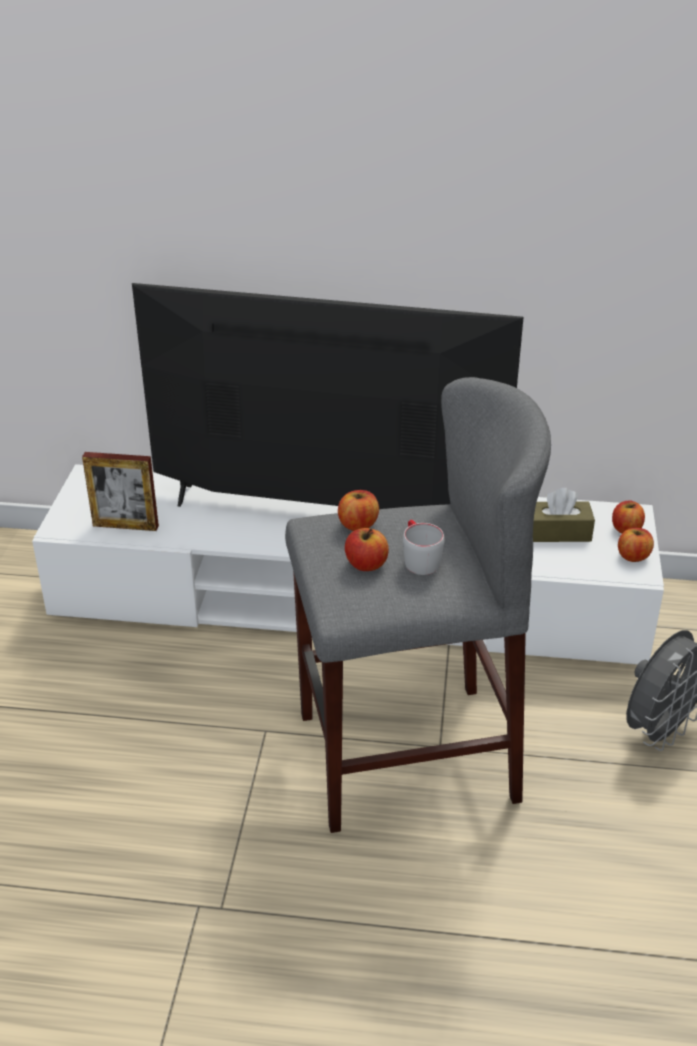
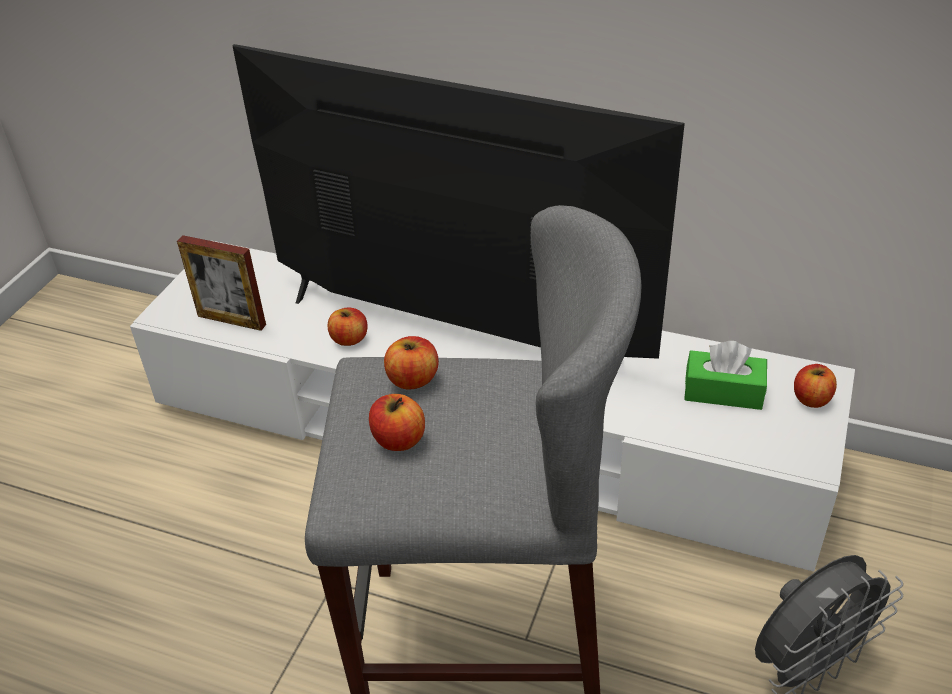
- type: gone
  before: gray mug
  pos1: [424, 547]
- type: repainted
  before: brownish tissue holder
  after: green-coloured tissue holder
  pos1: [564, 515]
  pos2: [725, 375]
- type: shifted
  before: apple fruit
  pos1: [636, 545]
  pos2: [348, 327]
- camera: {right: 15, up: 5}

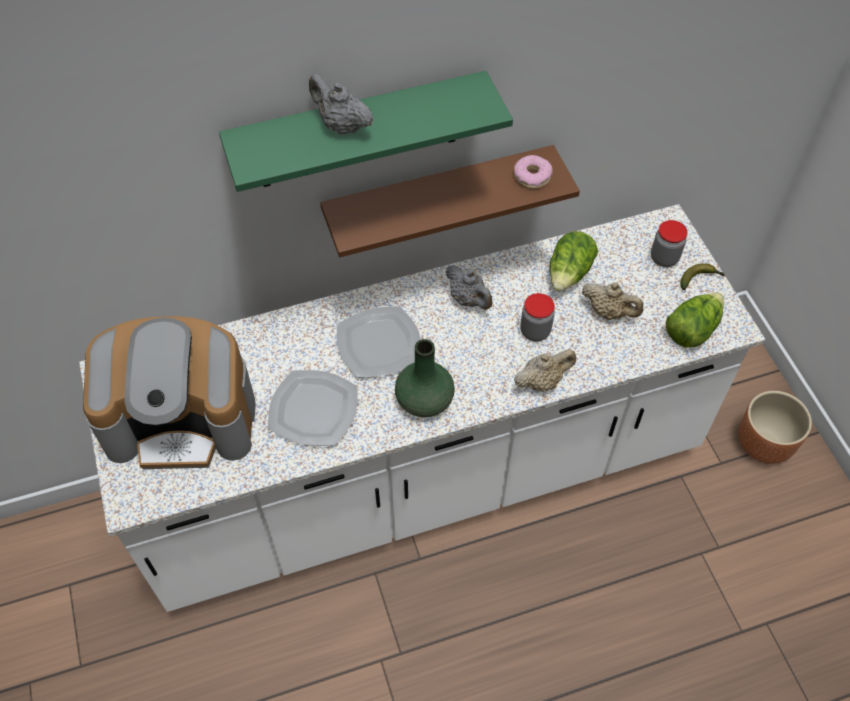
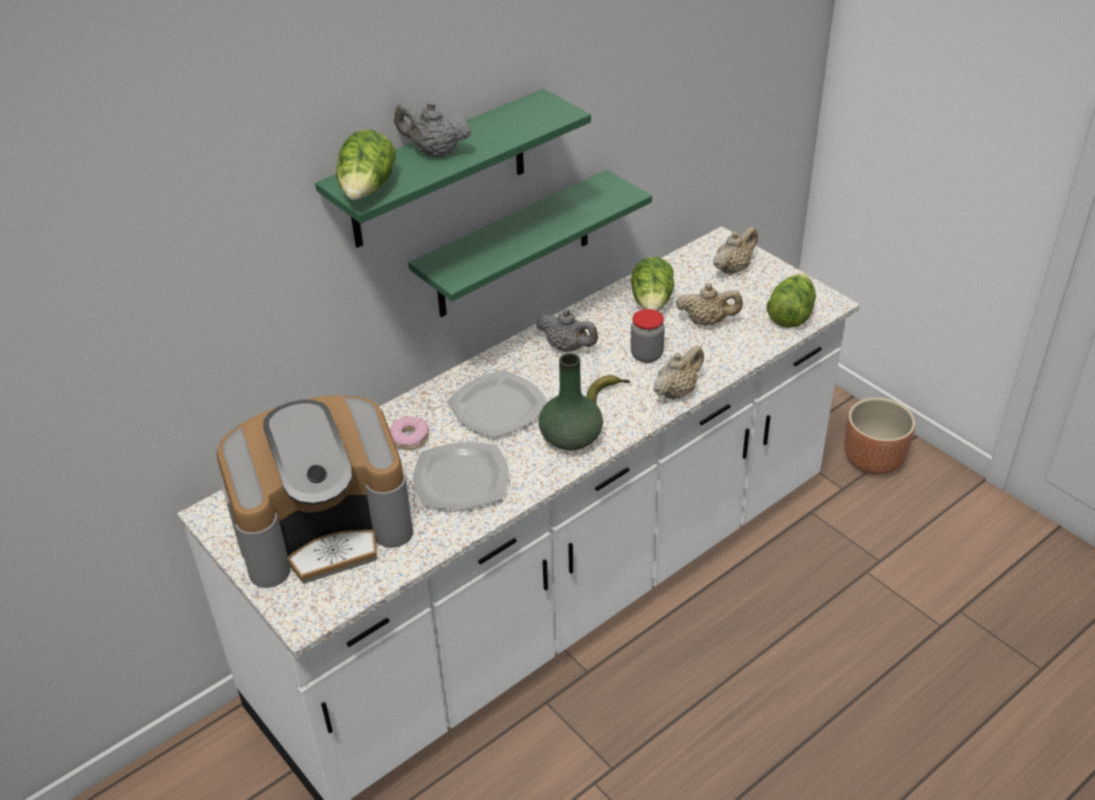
- type: repainted
  before: brownish wall shelf
  after: green-coloured wall shelf
  pos1: [450, 201]
  pos2: [530, 243]
- type: shifted
  before: ring doughnut
  pos1: [533, 172]
  pos2: [409, 433]
- type: swapped
  before: storage jar
  after: sand-coloured teapot
  pos1: [669, 243]
  pos2: [735, 251]
- type: shifted
  before: whole banana
  pos1: [702, 276]
  pos2: [608, 389]
- type: new
  after: lettuce
  pos2: [366, 165]
- camera: {right: -20, up: -15}

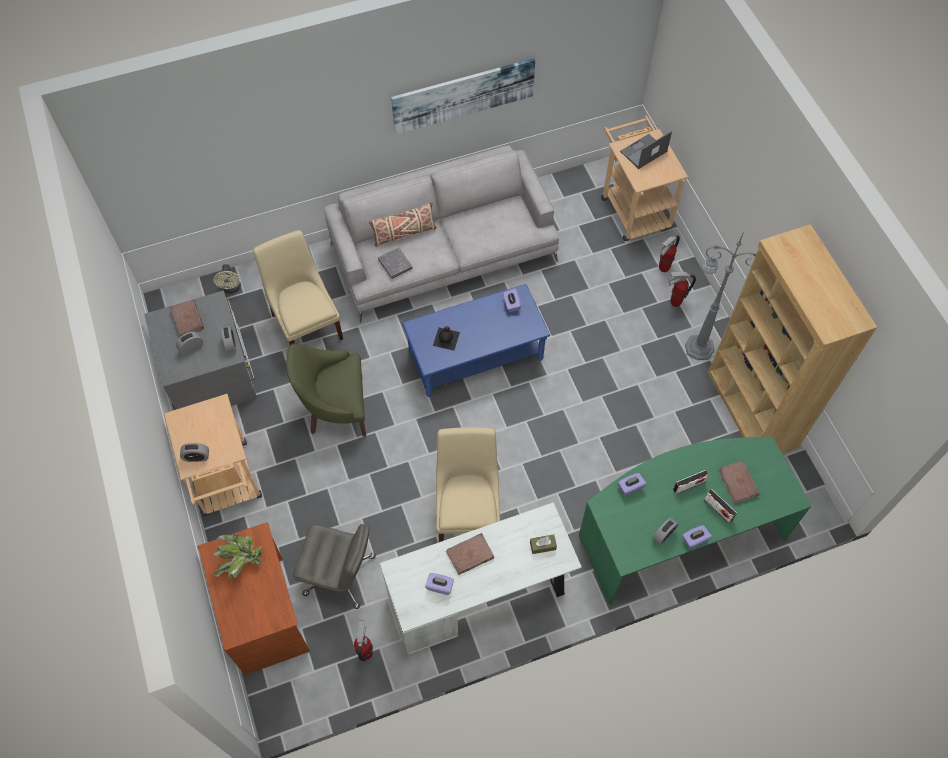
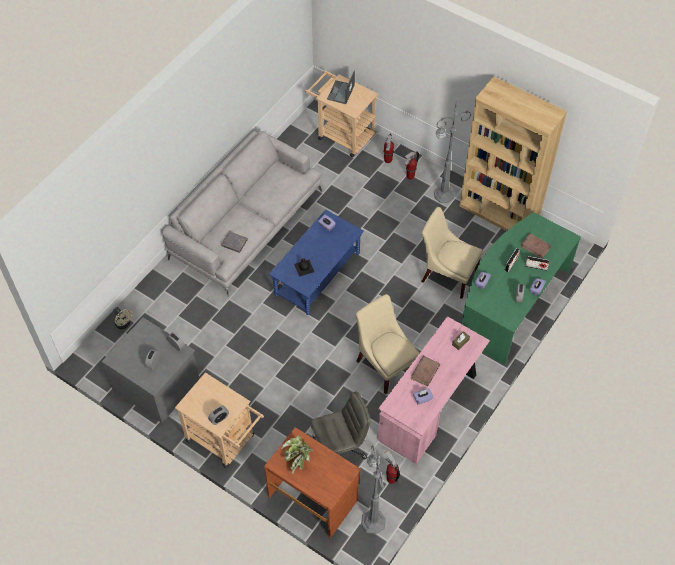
- type: gone
  before: brownish bound book
  pos1: [187, 318]
- type: shifted
  before: sand-coloured upright chair
  pos1: [298, 287]
  pos2: [452, 253]
- type: gone
  before: green-coloured armchair
  pos1: [326, 390]
- type: gone
  before: sand-coloured pillow
  pos1: [402, 224]
- type: repainted
  before: white desk table
  after: pinkish desk table
  pos1: [481, 578]
  pos2: [433, 390]
- type: gone
  before: picture
  pos1: [463, 96]
- type: new
  after: gray standing lamp
  pos2: [373, 489]
- camera: {right: -35, up: -5}

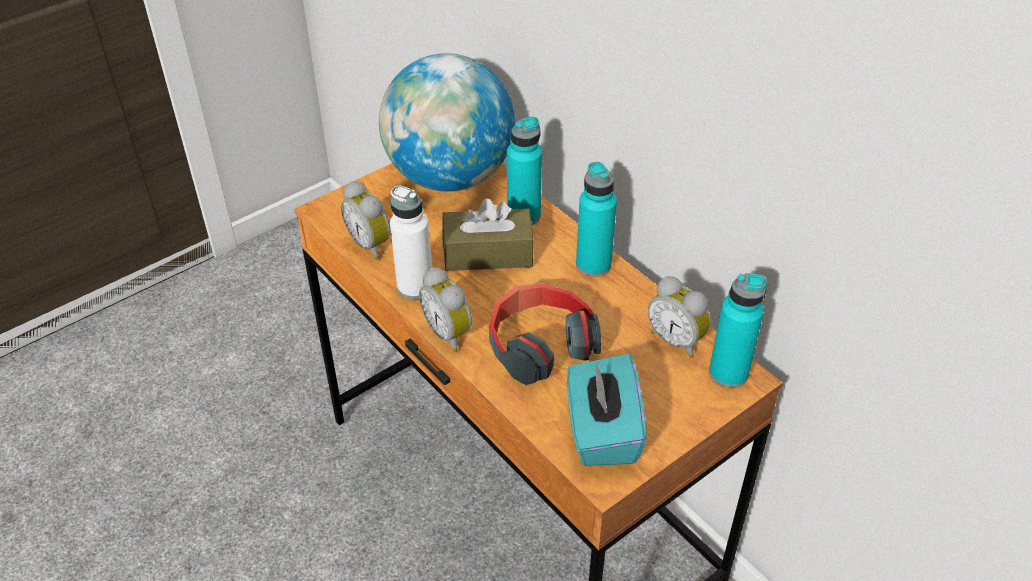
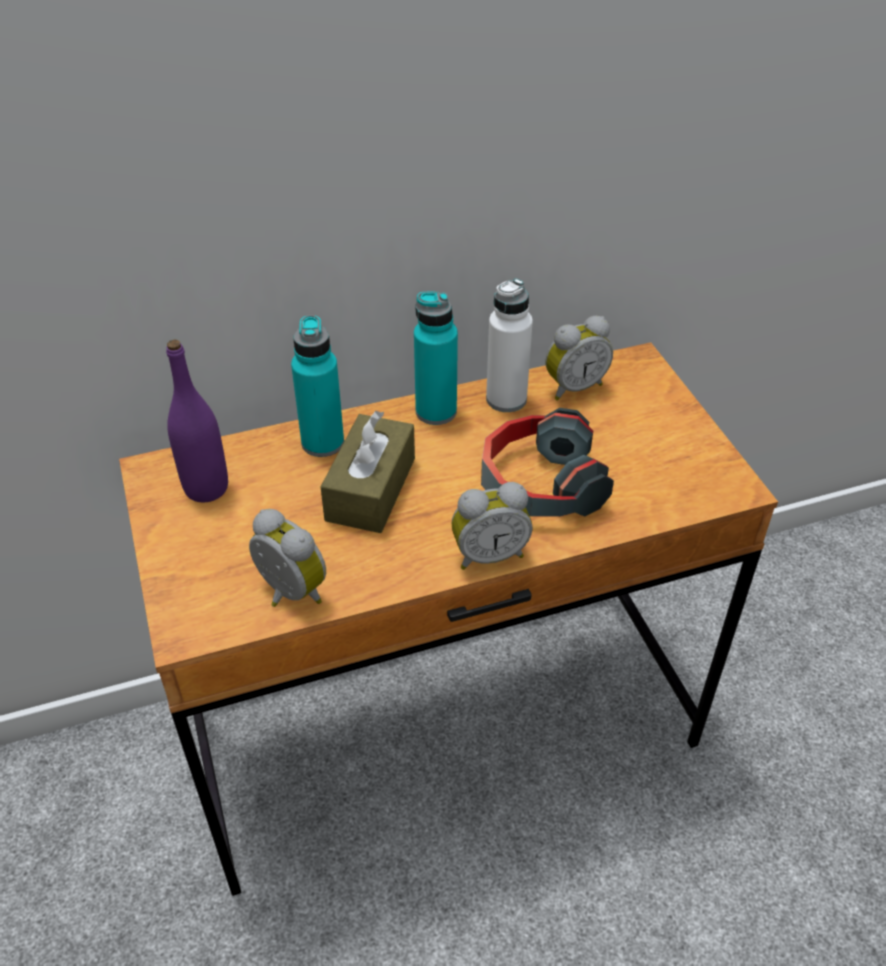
- type: rotated
  before: alarm clock
  pos1: [366, 220]
  pos2: [287, 558]
  turn: -120
- type: swapped
  before: desk globe
  after: purple-coloured drink bottle
  pos1: [447, 122]
  pos2: [197, 420]
- type: shifted
  before: white drink bottle
  pos1: [411, 242]
  pos2: [509, 345]
- type: gone
  before: turquoise tissue holder
  pos1: [607, 410]
- type: gone
  before: turquoise drink bottle
  pos1: [738, 330]
- camera: {right: -70, up: 0}

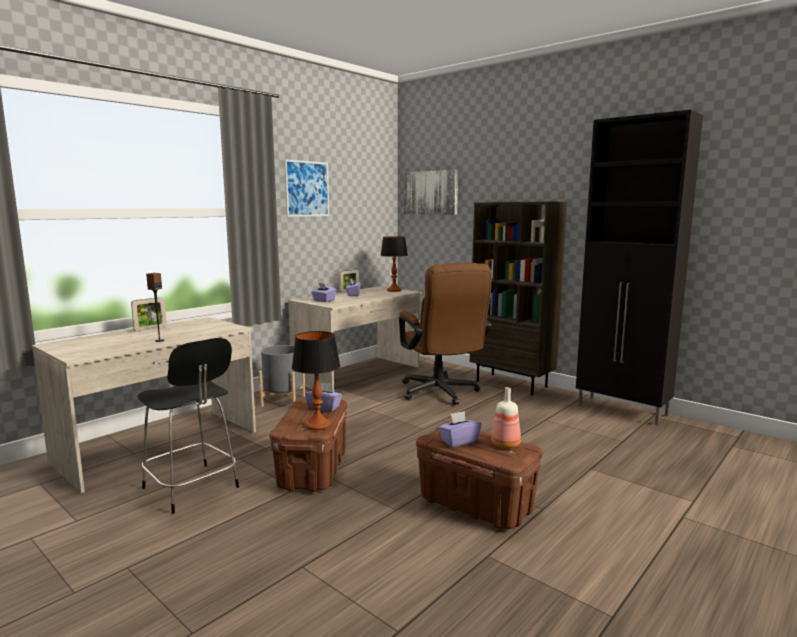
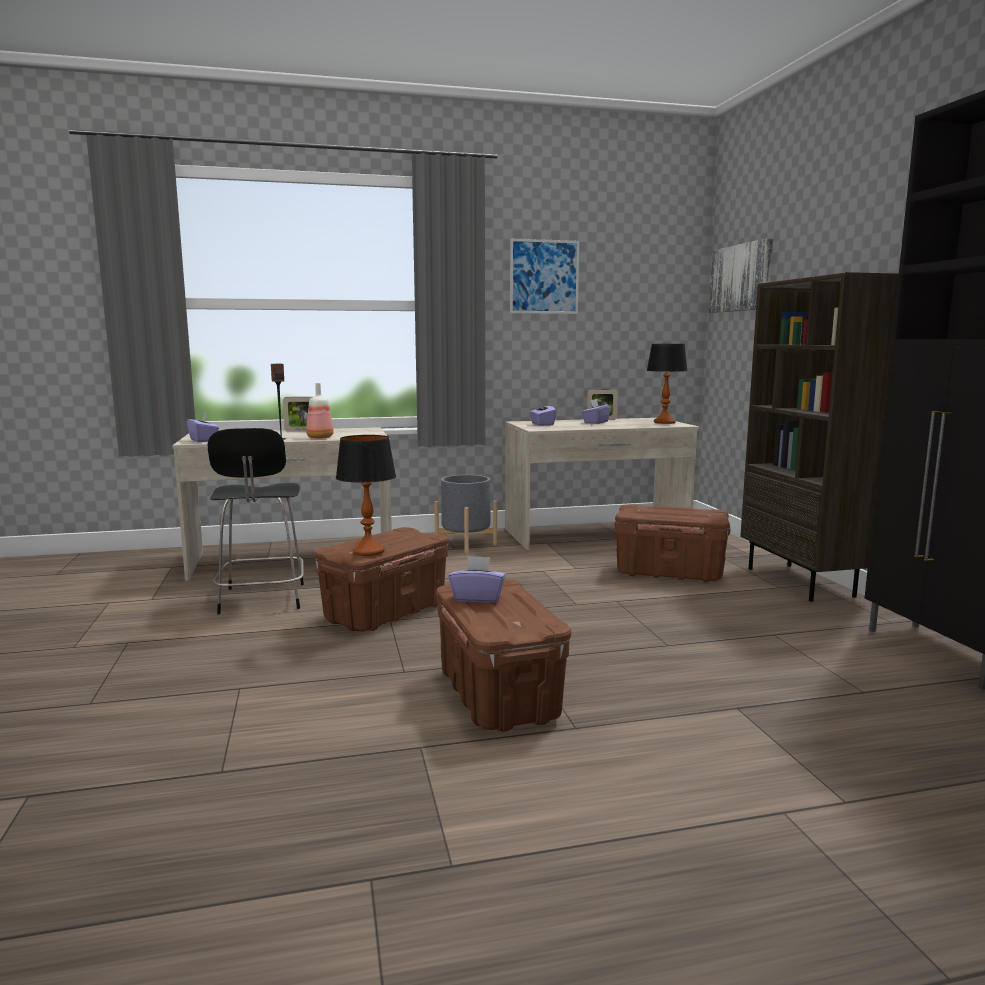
- type: shifted
  before: purple-coloured tissue holder
  pos1: [323, 397]
  pos2: [203, 427]
- type: swapped
  before: brownish office chair
  after: brownish storage bin
  pos1: [445, 334]
  pos2: [672, 543]
- type: shifted
  before: drink bottle
  pos1: [506, 418]
  pos2: [320, 411]
- camera: {right: 35, up: 0}

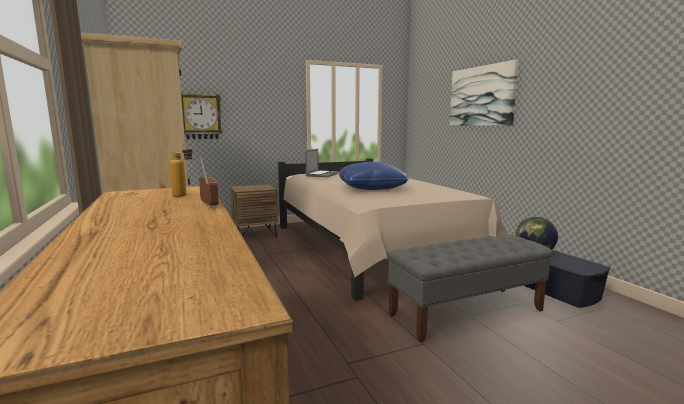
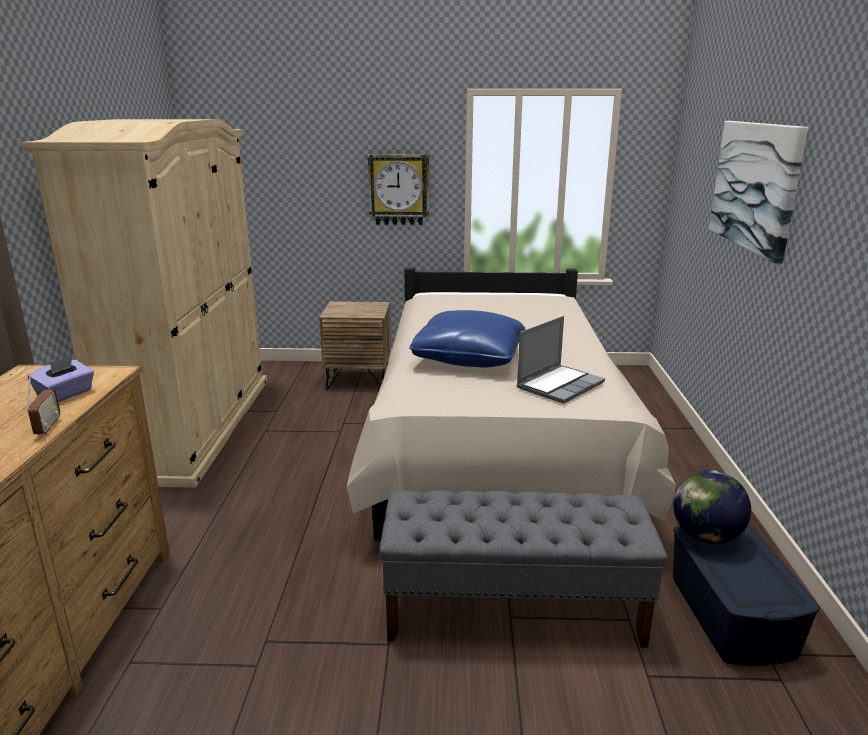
- type: swapped
  before: drink bottle
  after: purple-coloured tissue holder
  pos1: [181, 170]
  pos2: [61, 379]
- type: shifted
  before: hanging clock
  pos1: [202, 116]
  pos2: [398, 189]
- type: shifted
  before: notebook computer
  pos1: [322, 163]
  pos2: [561, 360]
- camera: {right: 25, up: 10}

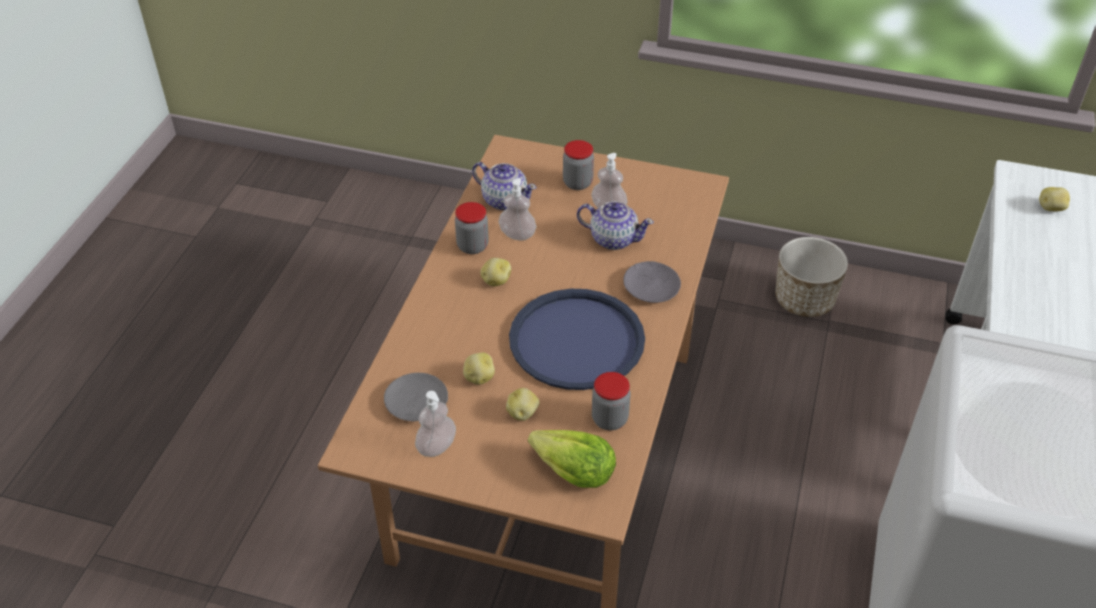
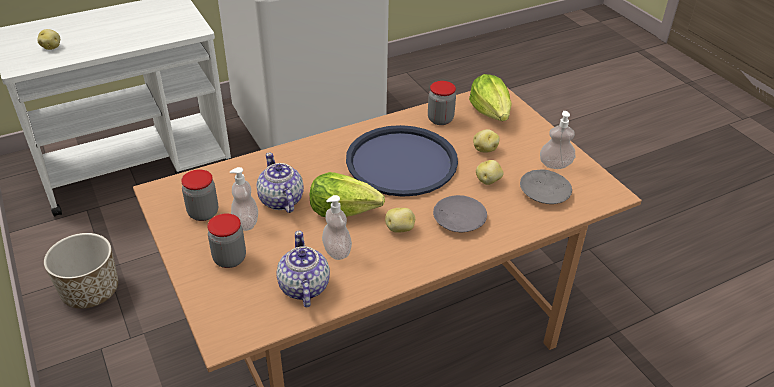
- type: shifted
  before: storage jar
  pos1: [472, 228]
  pos2: [199, 195]
- type: shifted
  before: gray dinner plate
  pos1: [652, 282]
  pos2: [460, 214]
- type: new
  after: lettuce
  pos2: [347, 194]
- camera: {right: -135, up: -5}

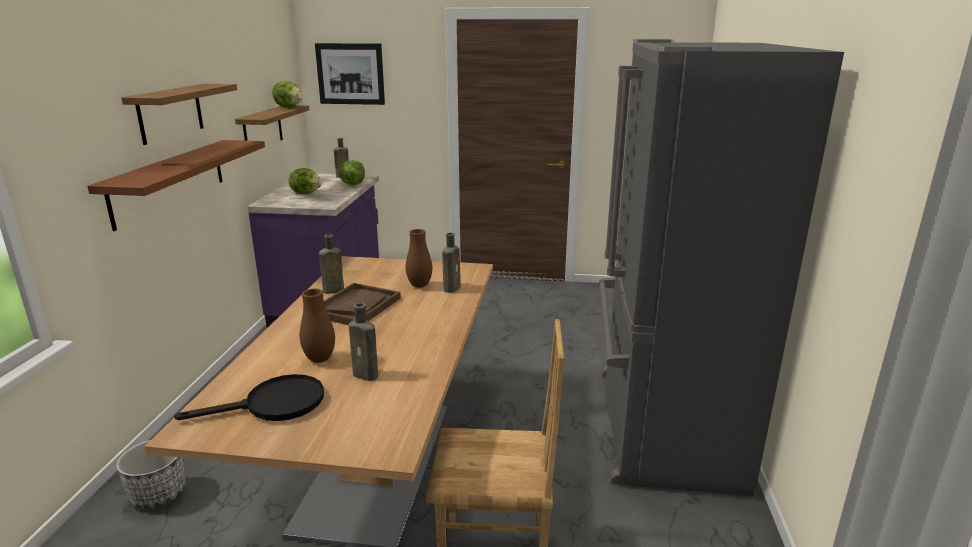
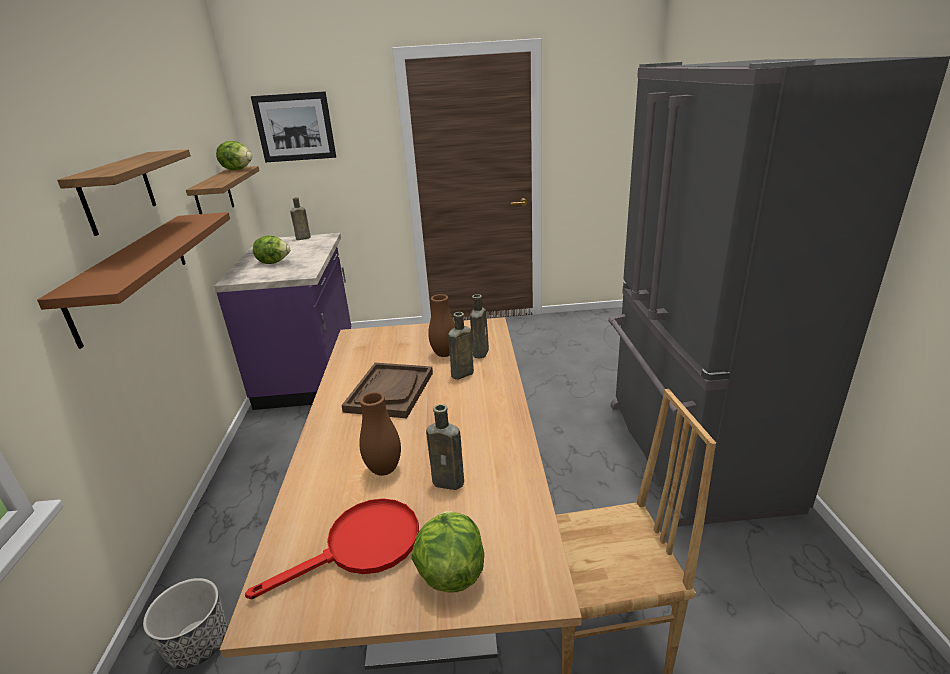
- type: repainted
  before: black-coloured frying pan
  after: reddish frying pan
  pos1: [249, 397]
  pos2: [332, 548]
- type: shifted
  before: brownish drink bottle
  pos1: [331, 264]
  pos2: [461, 345]
- type: shifted
  before: lettuce
  pos1: [351, 172]
  pos2: [447, 552]
- camera: {right: -10, up: 5}

